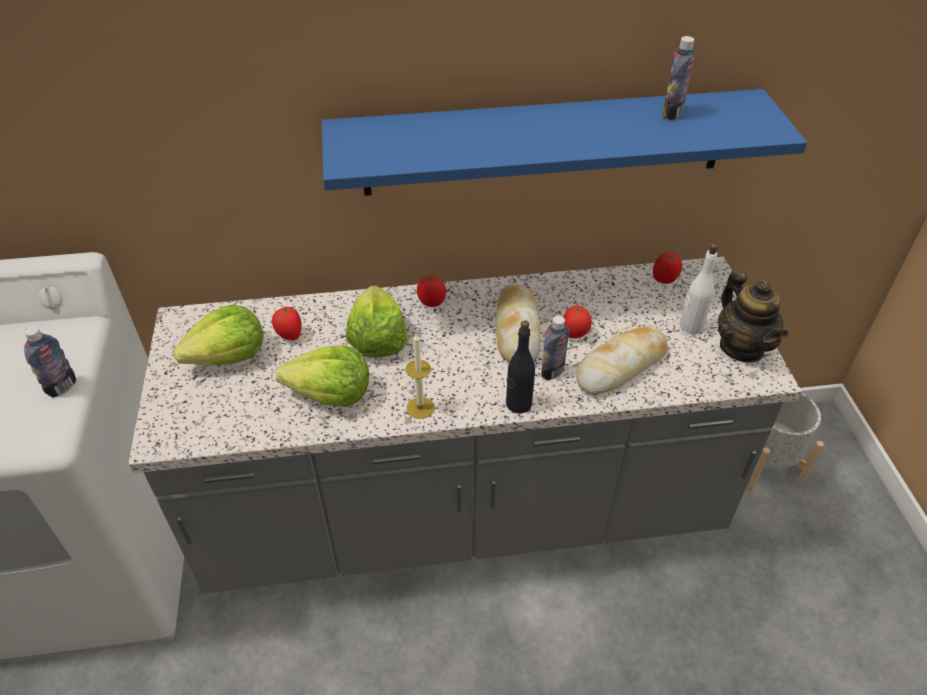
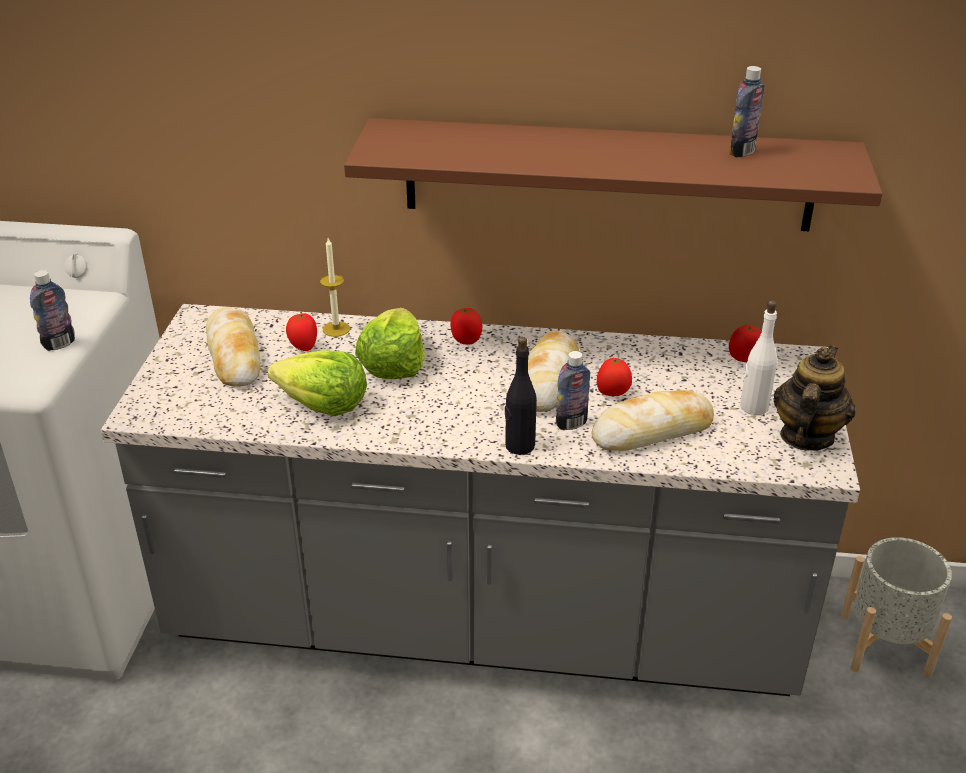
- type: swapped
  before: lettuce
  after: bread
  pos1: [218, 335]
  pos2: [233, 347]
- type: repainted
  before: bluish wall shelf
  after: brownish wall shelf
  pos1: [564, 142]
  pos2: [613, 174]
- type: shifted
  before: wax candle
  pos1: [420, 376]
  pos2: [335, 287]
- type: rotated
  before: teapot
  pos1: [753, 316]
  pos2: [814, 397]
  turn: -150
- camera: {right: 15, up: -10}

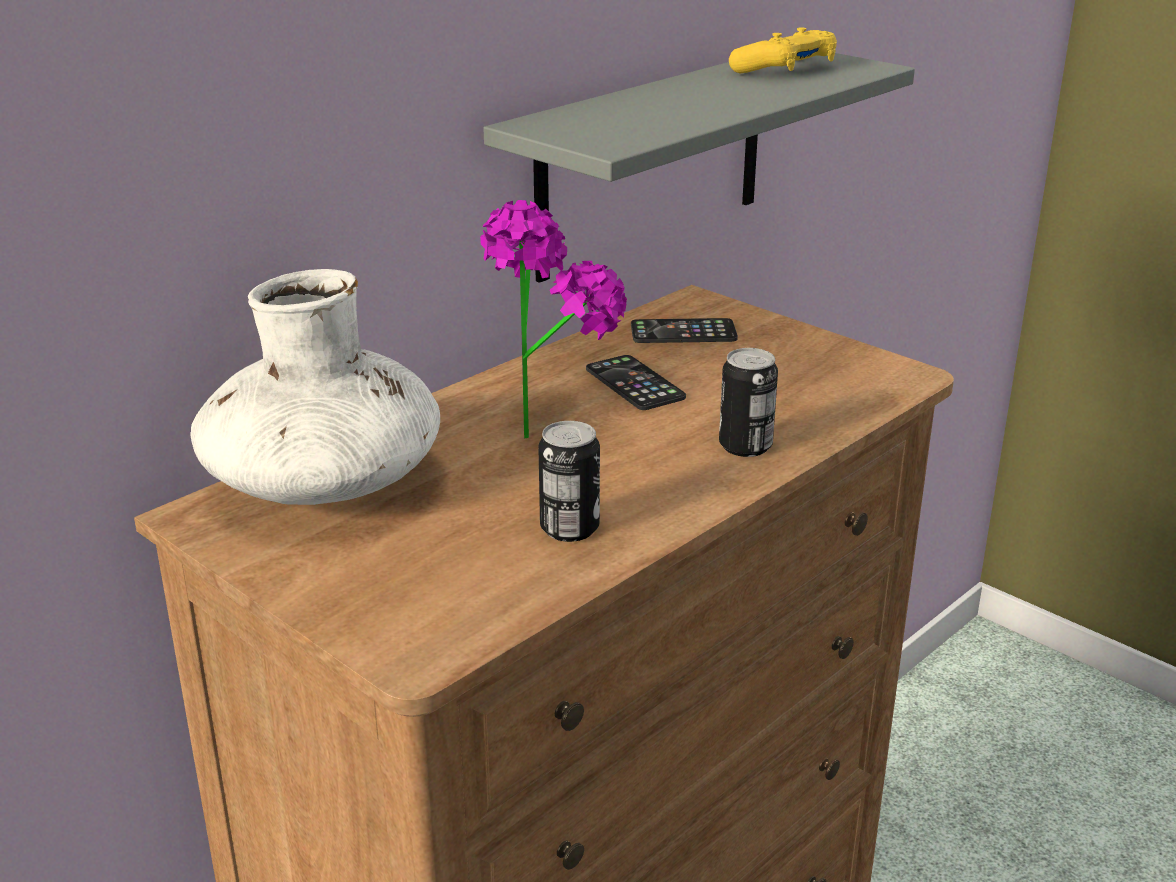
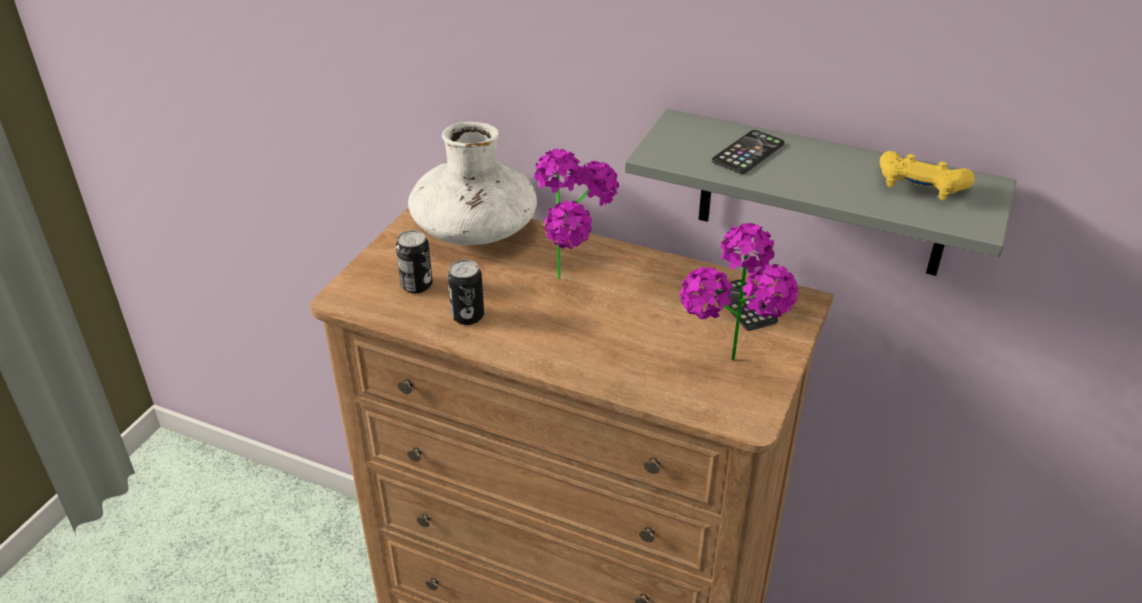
- type: shifted
  before: phone
  pos1: [636, 382]
  pos2: [748, 152]
- type: shifted
  before: can
  pos1: [748, 402]
  pos2: [414, 261]
- type: new
  after: houseplant
  pos2: [739, 291]
- camera: {right: 70, up: 10}

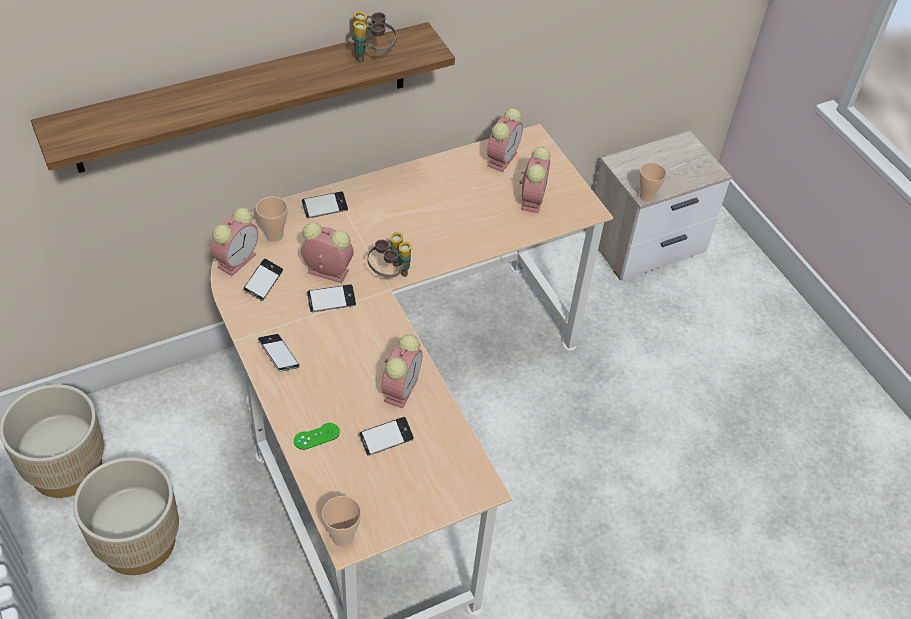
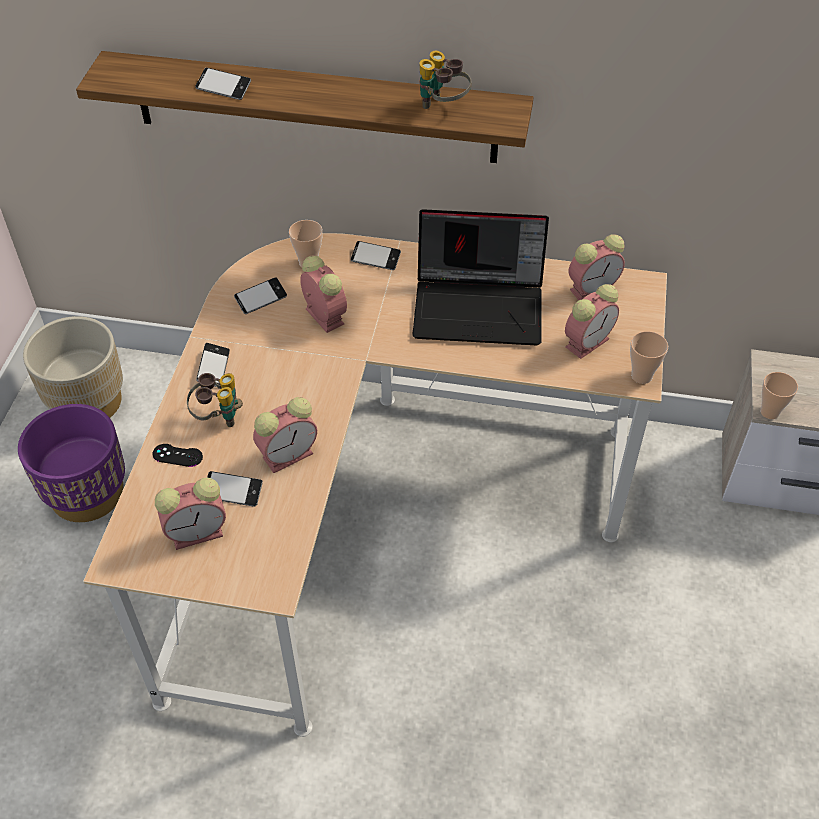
- type: repainted
  before: sand-coloured plant pot
  after: purple-coloured plant pot
  pos1: [126, 516]
  pos2: [71, 463]
- type: shifted
  before: alarm clock
  pos1: [234, 242]
  pos2: [190, 514]
- type: repainted
  before: green-coloured joypad
  after: black-coloured joypad
  pos1: [317, 436]
  pos2: [178, 455]
- type: shifted
  before: phone
  pos1: [331, 298]
  pos2: [223, 84]
- type: shifted
  before: cup
  pos1: [341, 521]
  pos2: [649, 357]
- type: shifted
  before: pair of binoculars
  pos1: [389, 255]
  pos2: [215, 400]
- type: new
  after: notebook computer
  pos2: [481, 277]
- camera: {right: 40, up: 0}

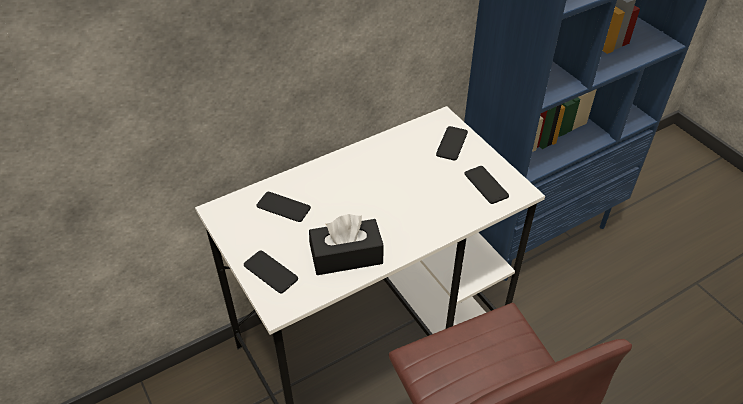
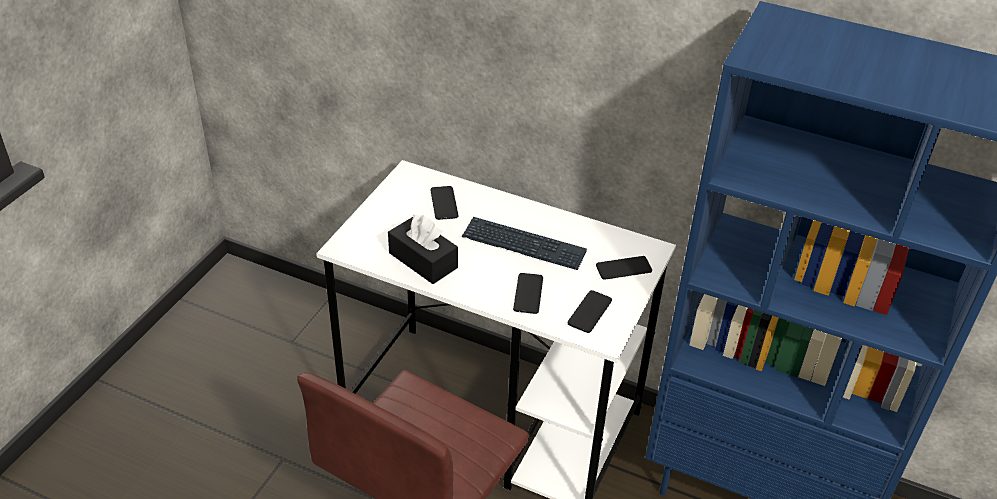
- type: shifted
  before: phone
  pos1: [271, 272]
  pos2: [528, 293]
- type: new
  after: keyboard
  pos2: [524, 243]
- camera: {right: 55, up: -5}

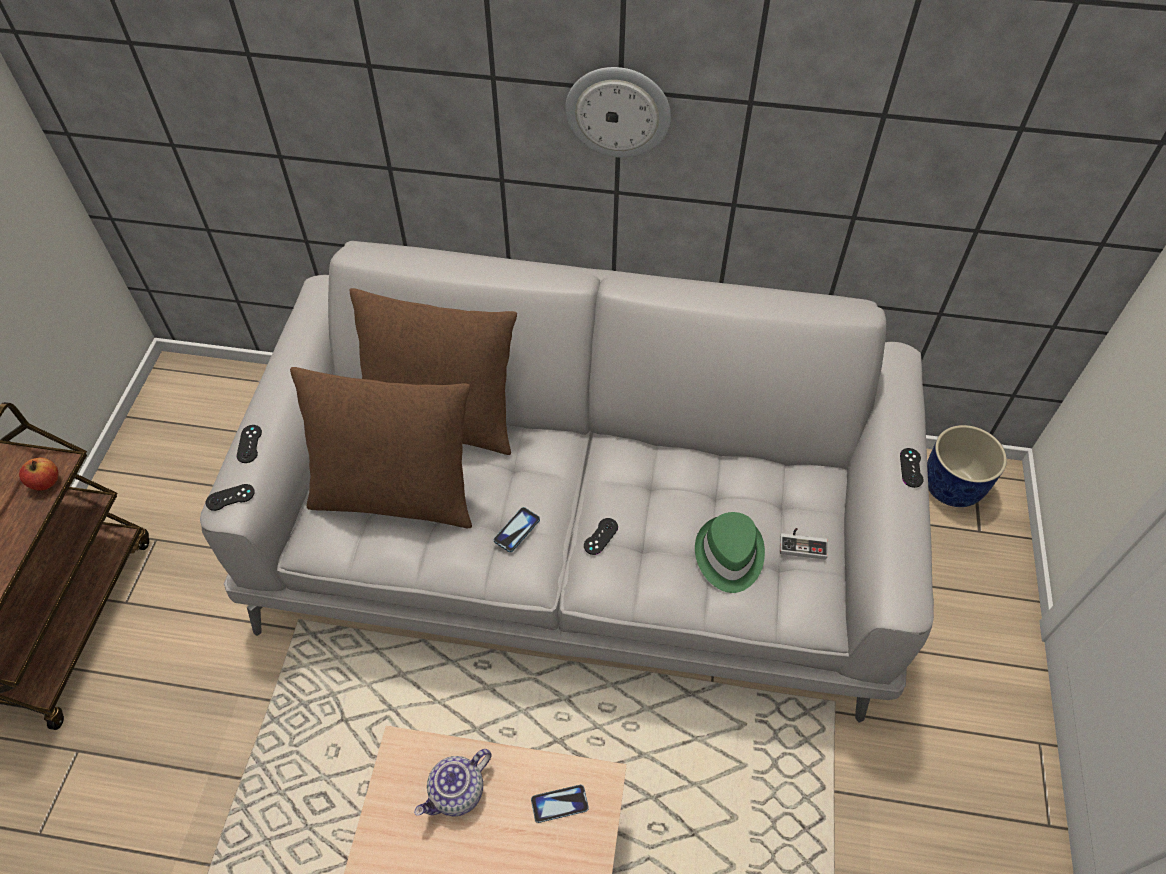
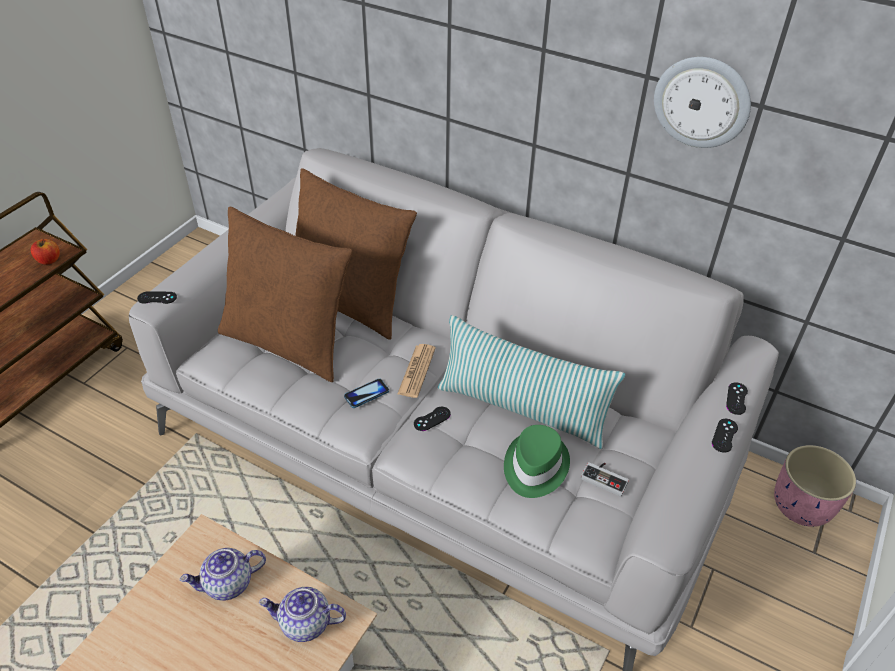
- type: shifted
  before: black-coloured joypad
  pos1: [249, 444]
  pos2: [737, 398]
- type: swapped
  before: phone
  after: teapot
  pos1: [560, 804]
  pos2: [302, 614]
- type: shifted
  before: hanging clock
  pos1: [618, 112]
  pos2: [702, 102]
- type: repainted
  before: bluish plant pot
  after: pinkish plant pot
  pos1: [967, 466]
  pos2: [815, 486]
- type: new
  after: daily paper
  pos2: [416, 371]
- type: new
  after: pillow
  pos2: [532, 382]
- camera: {right: 20, up: -10}

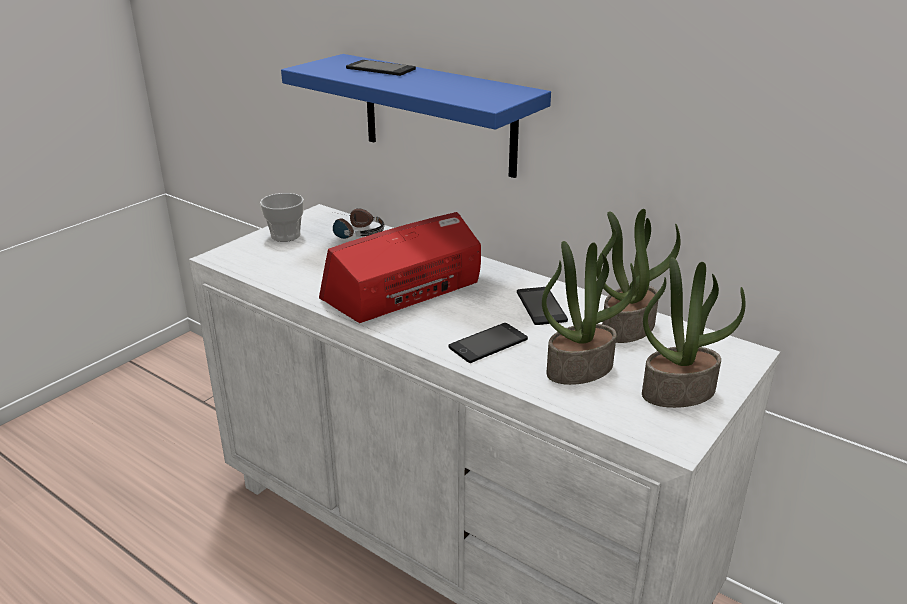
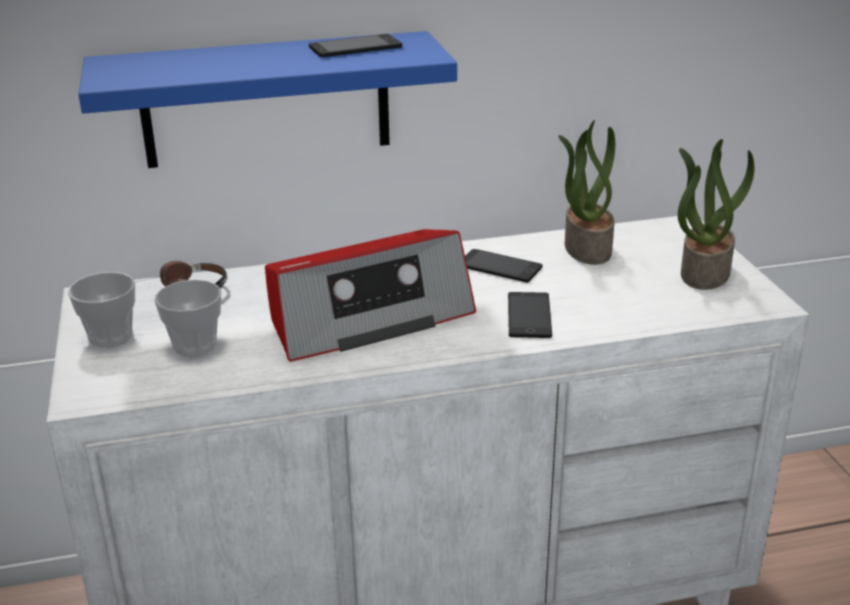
- type: rotated
  before: radio set
  pos1: [400, 267]
  pos2: [370, 295]
  turn: -120
- type: shifted
  before: phone
  pos1: [381, 68]
  pos2: [355, 45]
- type: gone
  before: houseplant
  pos1: [589, 313]
- type: new
  after: cup
  pos2: [188, 318]
- camera: {right: -50, up: 0}

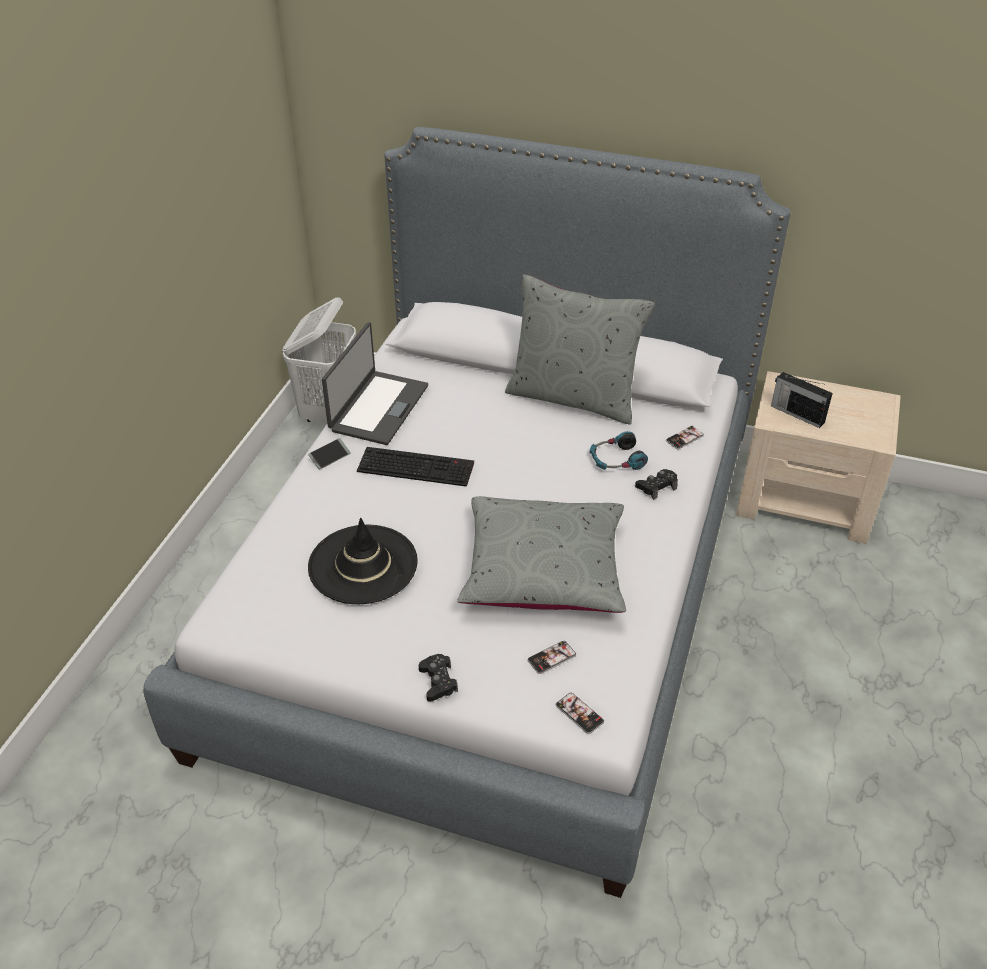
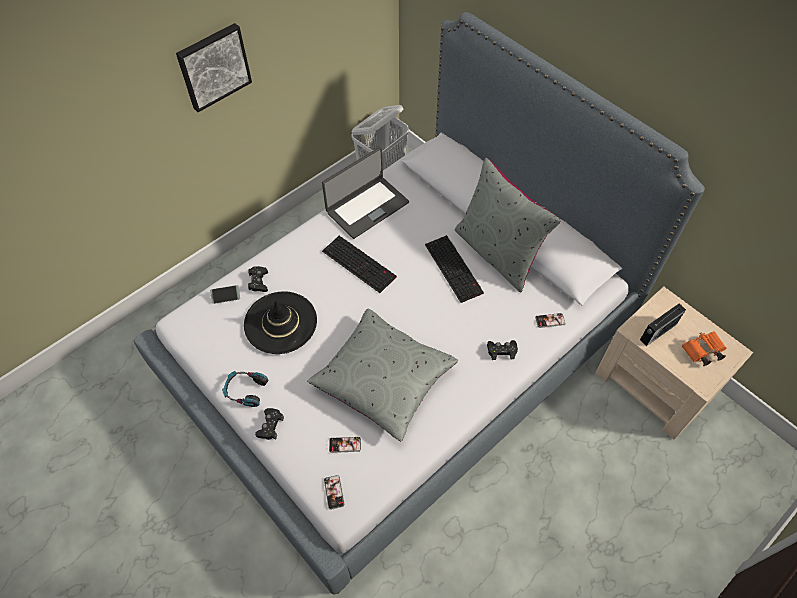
- type: shifted
  before: phone
  pos1: [329, 453]
  pos2: [225, 294]
- type: shifted
  before: headset
  pos1: [619, 450]
  pos2: [245, 389]
- type: rotated
  before: radio set
  pos1: [802, 400]
  pos2: [663, 325]
  turn: -105
- type: new
  after: picture
  pos2: [214, 67]
- type: new
  after: black-coloured joypad
  pos2: [258, 279]
- type: new
  after: keyboard
  pos2: [454, 269]
- type: new
  after: orange-coloured pair of binoculars
  pos2: [704, 348]
- camera: {right: 30, up: 15}

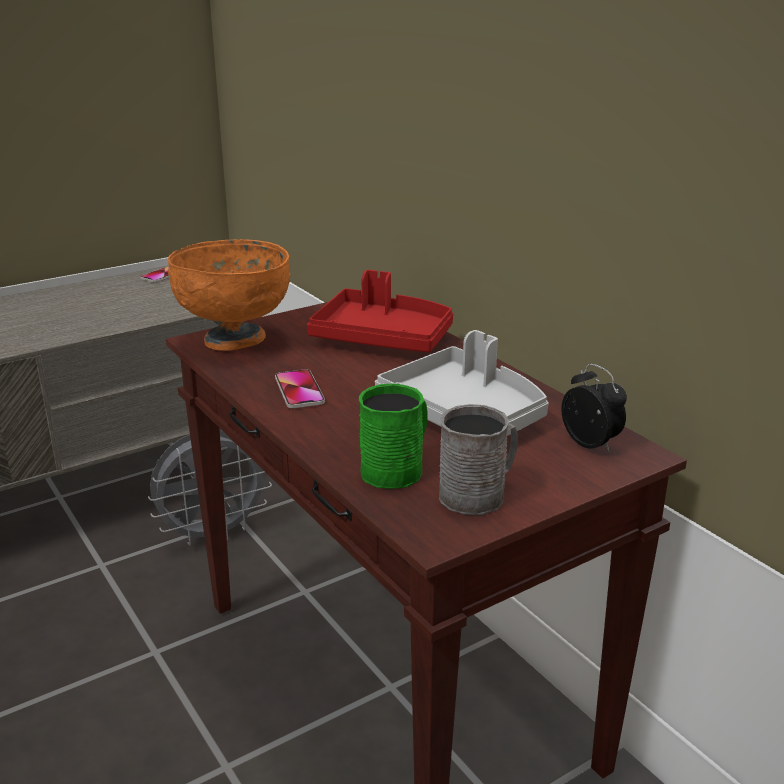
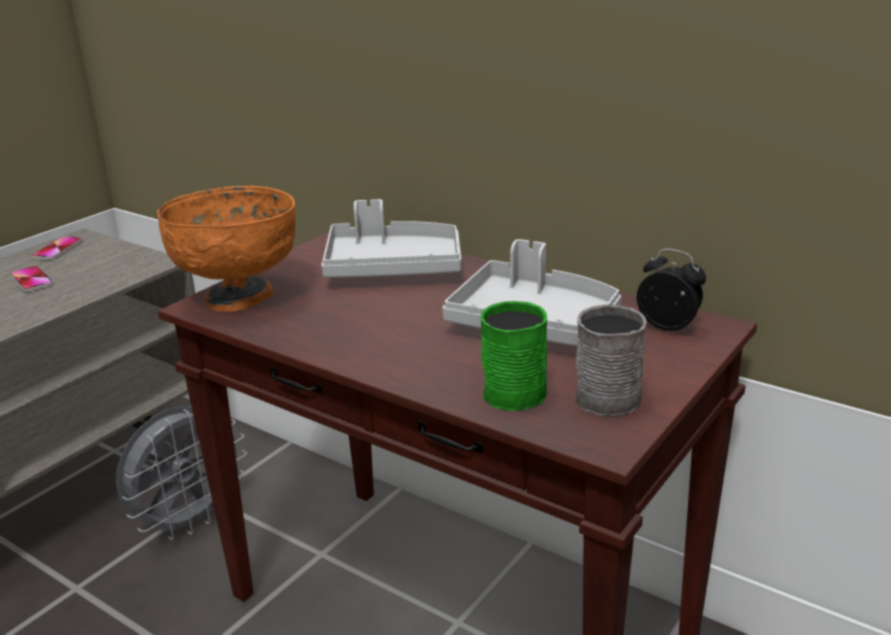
- type: shifted
  before: phone
  pos1: [300, 388]
  pos2: [31, 279]
- type: repainted
  before: reddish tray
  after: gray tray
  pos1: [380, 311]
  pos2: [391, 238]
- camera: {right: -20, up: 0}

